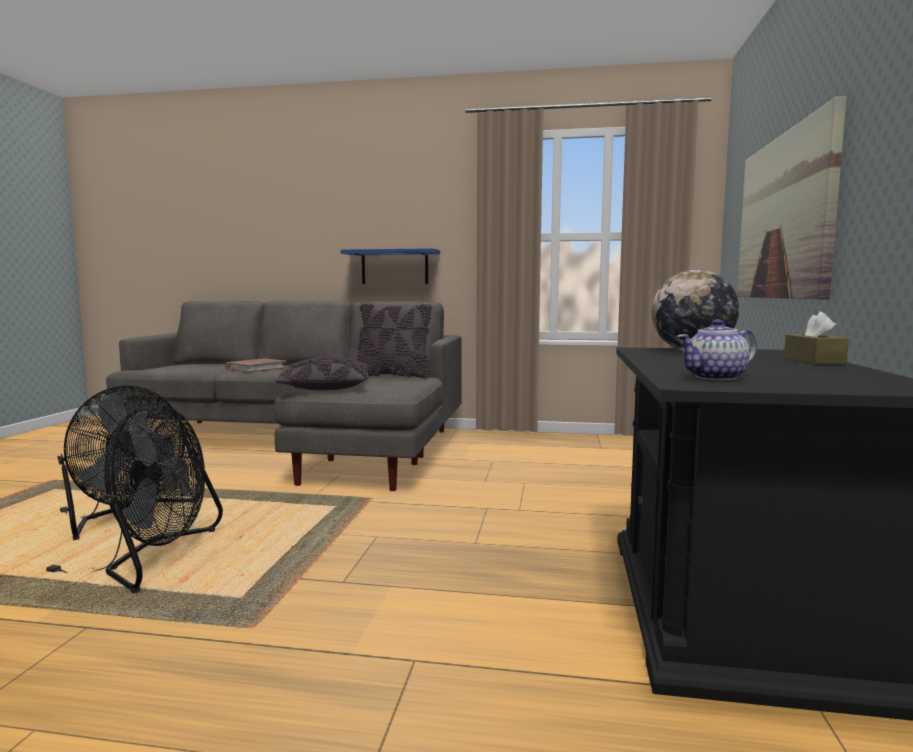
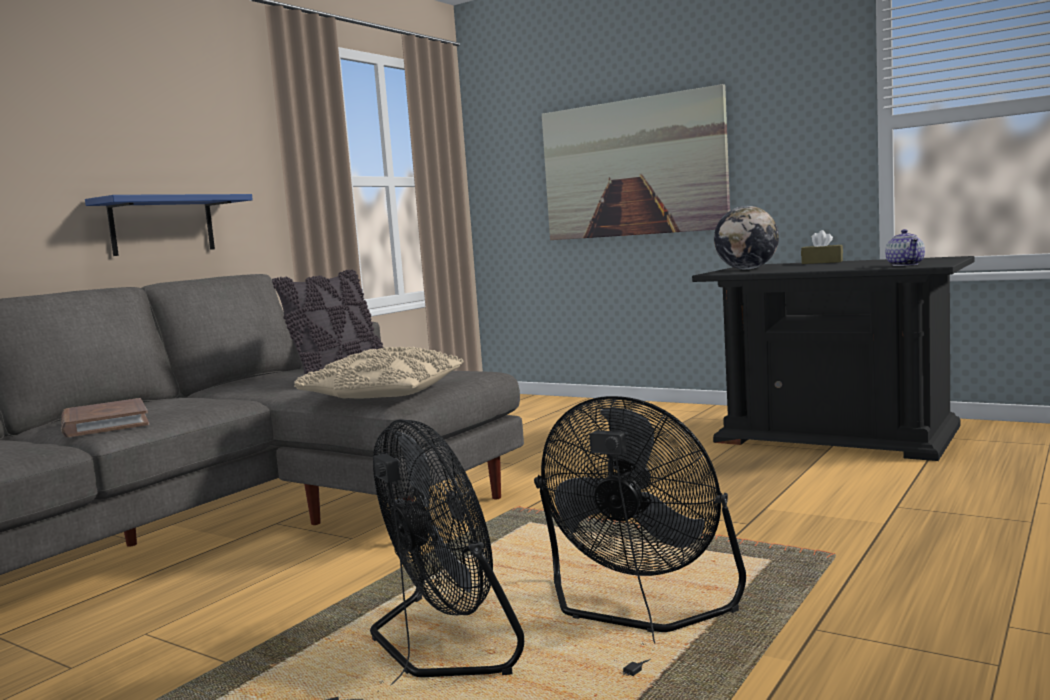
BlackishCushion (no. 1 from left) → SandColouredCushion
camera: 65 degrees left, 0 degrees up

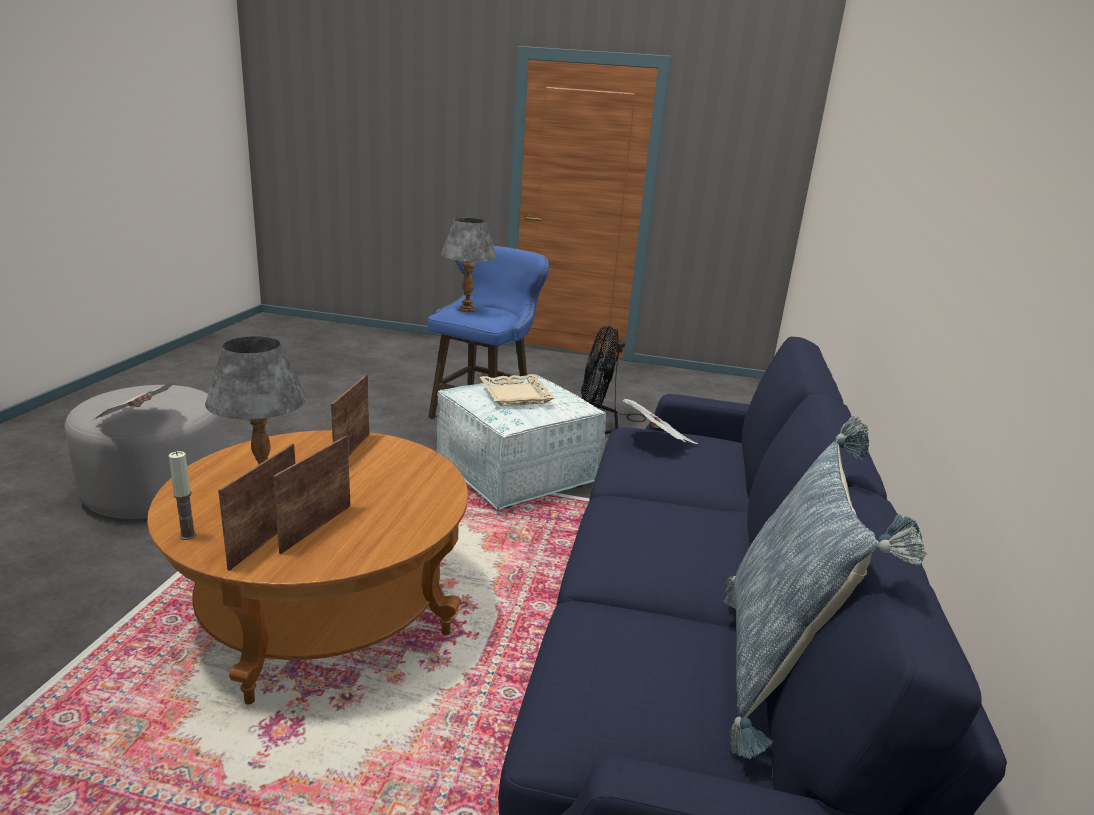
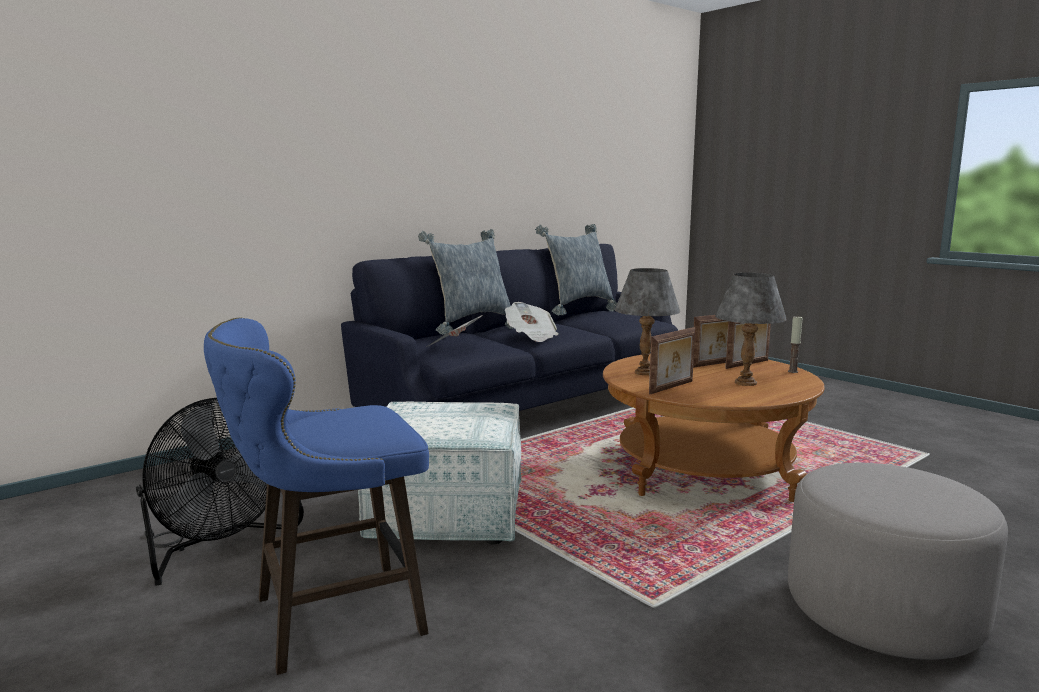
- → Cushion (no. 1 from left)
DailyPaper (no. 1 from left in the first image) → DailyPaper (no. 2 from left), shifted
GrayTabletopLamp (no. 2 from left in the first image) → GrayTabletopLamp (no. 1 from left), shifted
SandColouredCarryingTray → -
camera: 140 degrees left, 10 degrees down

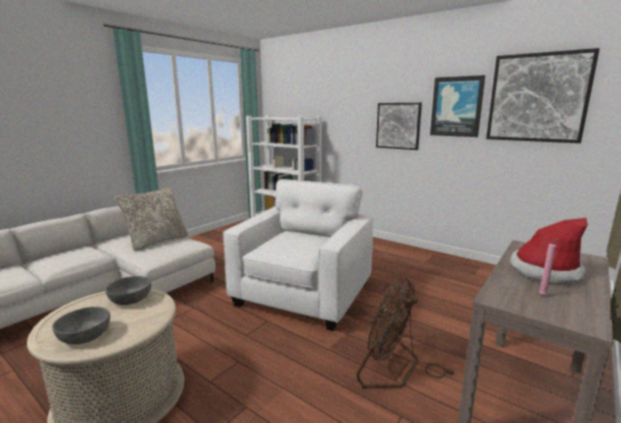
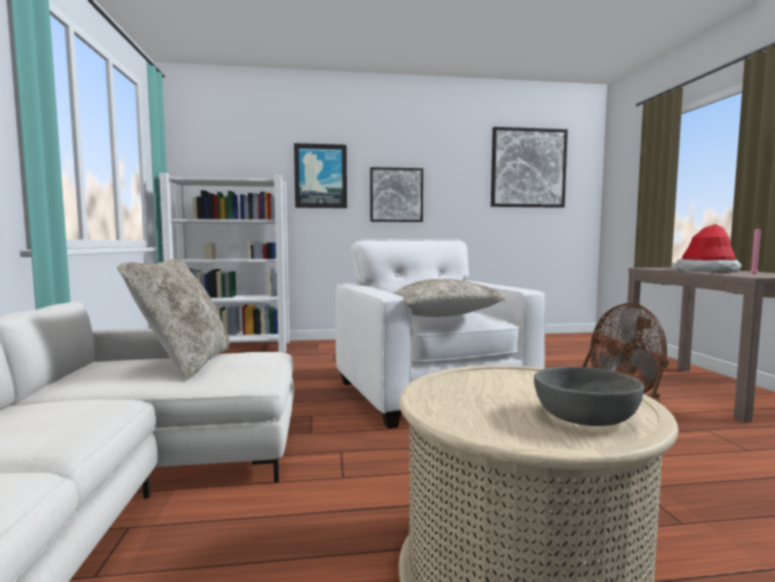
Picture (no. 2 from left in the first image) → Picture (no. 1 from left), shifted
- → SandColouredCushion (no. 2 from left)
GrayDeepDish (no. 2 from left) → -
camera: 45 degrees left, 10 degrees down

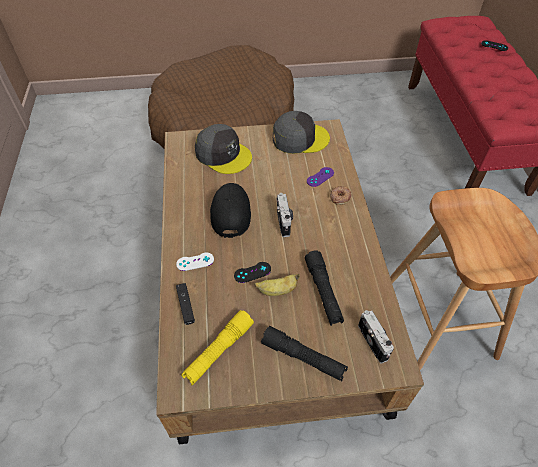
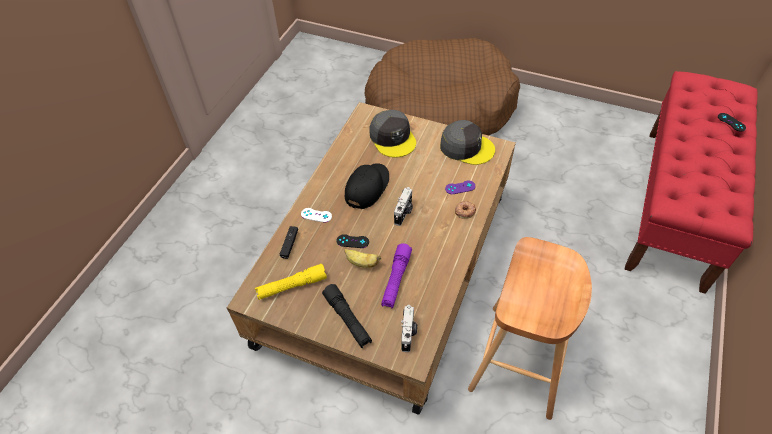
BlackishFlashlight (no. 2 from left) → PurplishFlashlight
camera: 30 degrees right, 0 degrees up

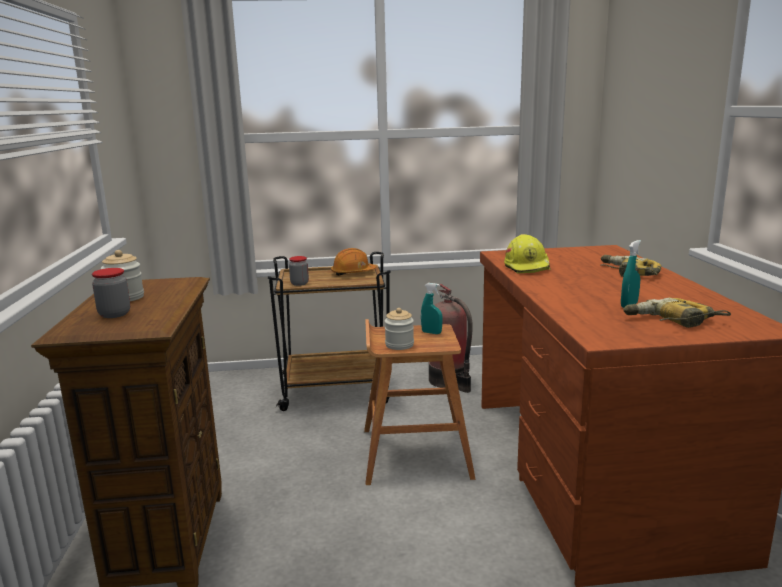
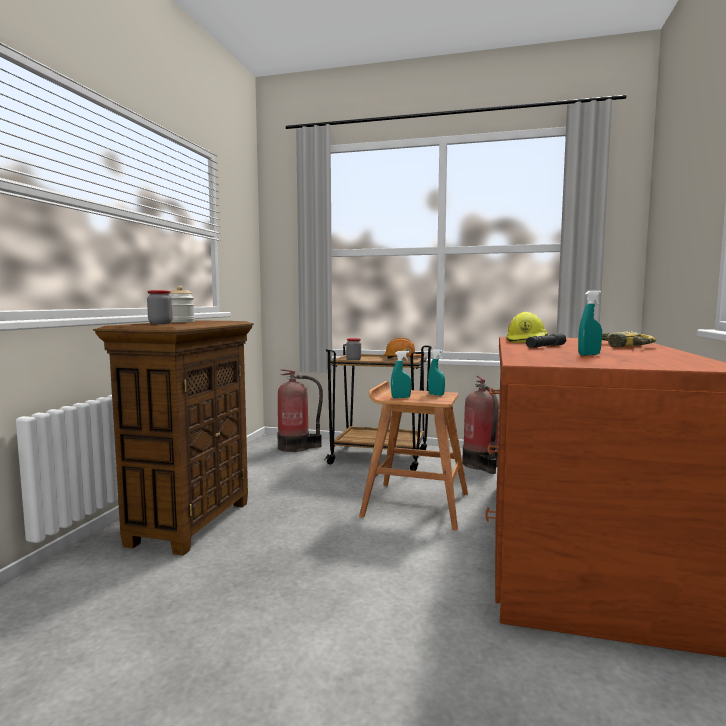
- → Extinguisher (no. 1 from left)
Jar (no. 4 from left) → TurquoiseColouredSprayer (no. 1 from left)
- → GrayFlashlight
ElectricDrill (no. 2 from left) → -
camera: 20 degrees right, 10 degrees down

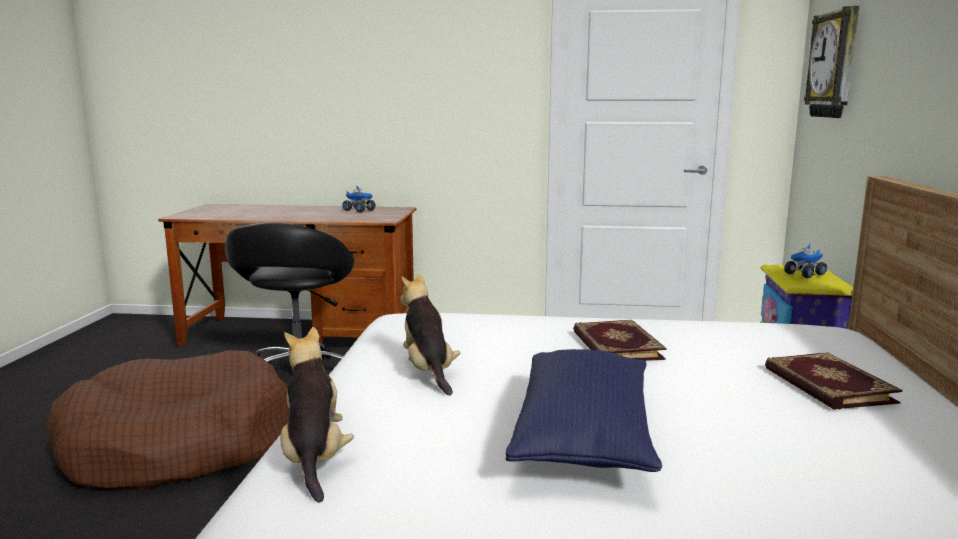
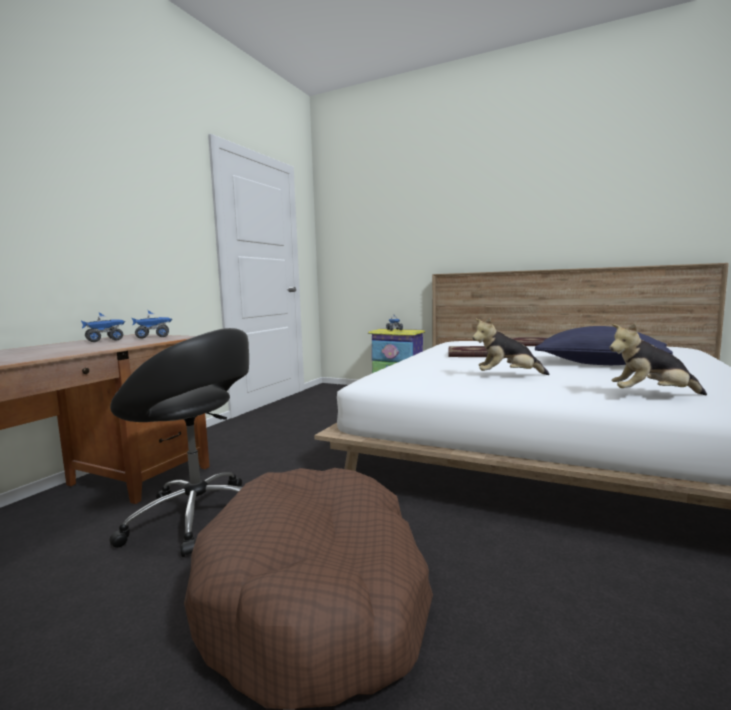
- → ToyLorry (no. 2 from left)
ClockOnTheWall → -
camera: 70 degrees left, 5 degrees down

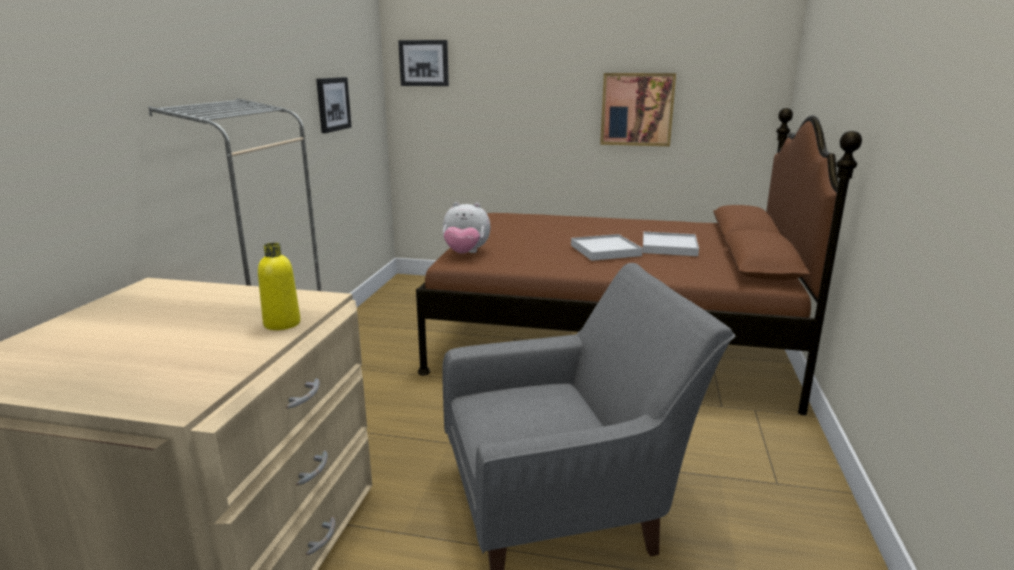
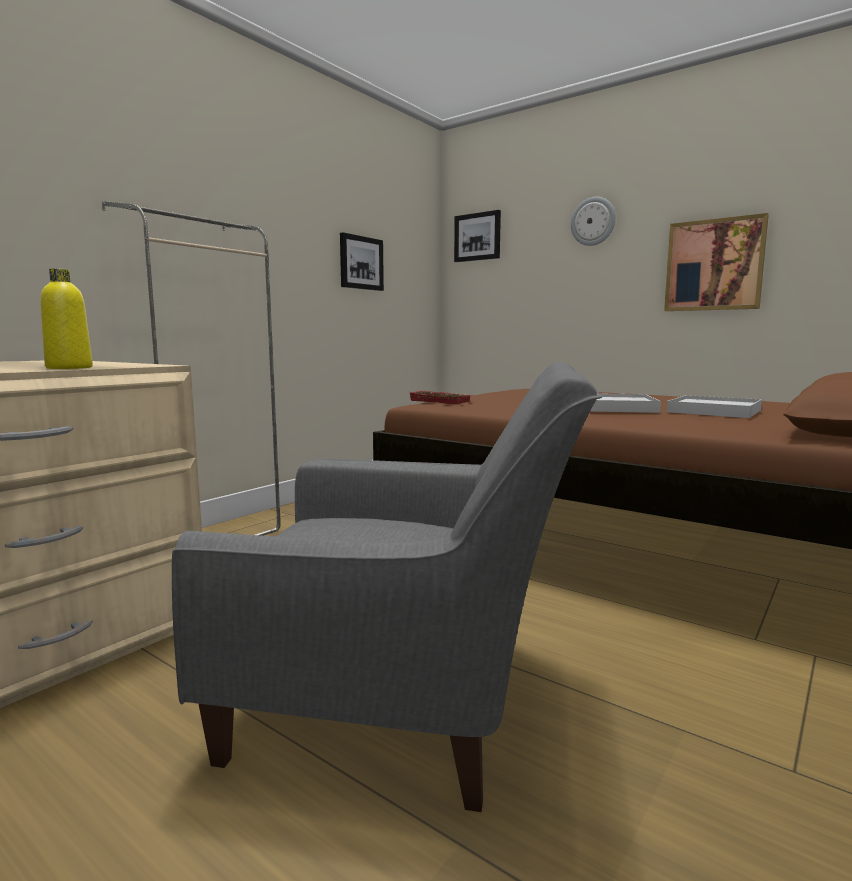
SoftToy → RedColouredCarryingTray
- → ClockOnTheWall
camera: 25 degrees right, 10 degrees down

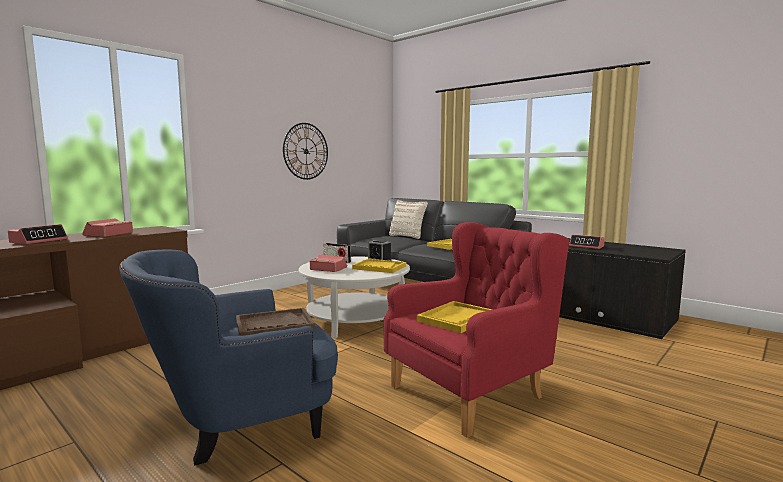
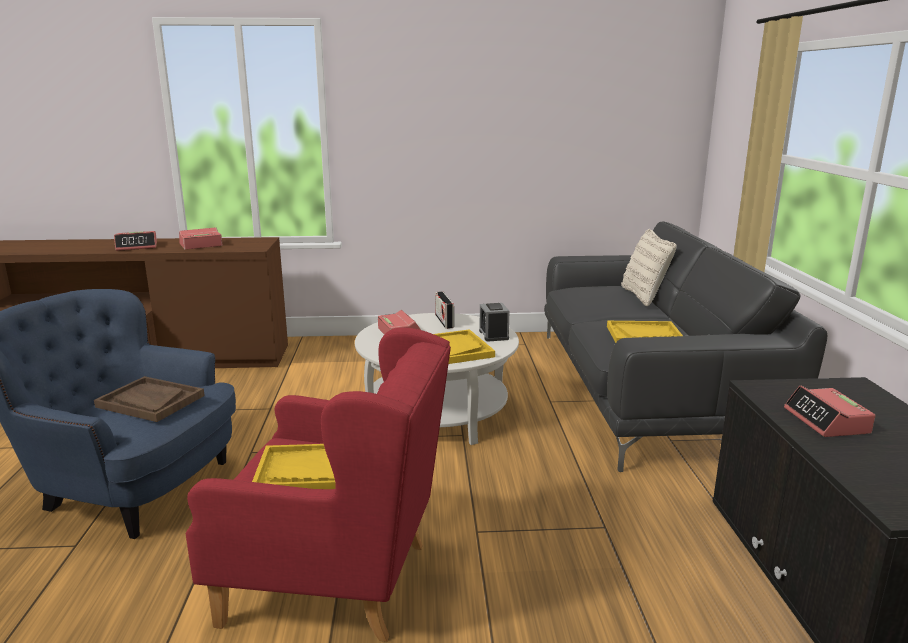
ClockOnTheWall → -
camera: 45 degrees right, 10 degrees up

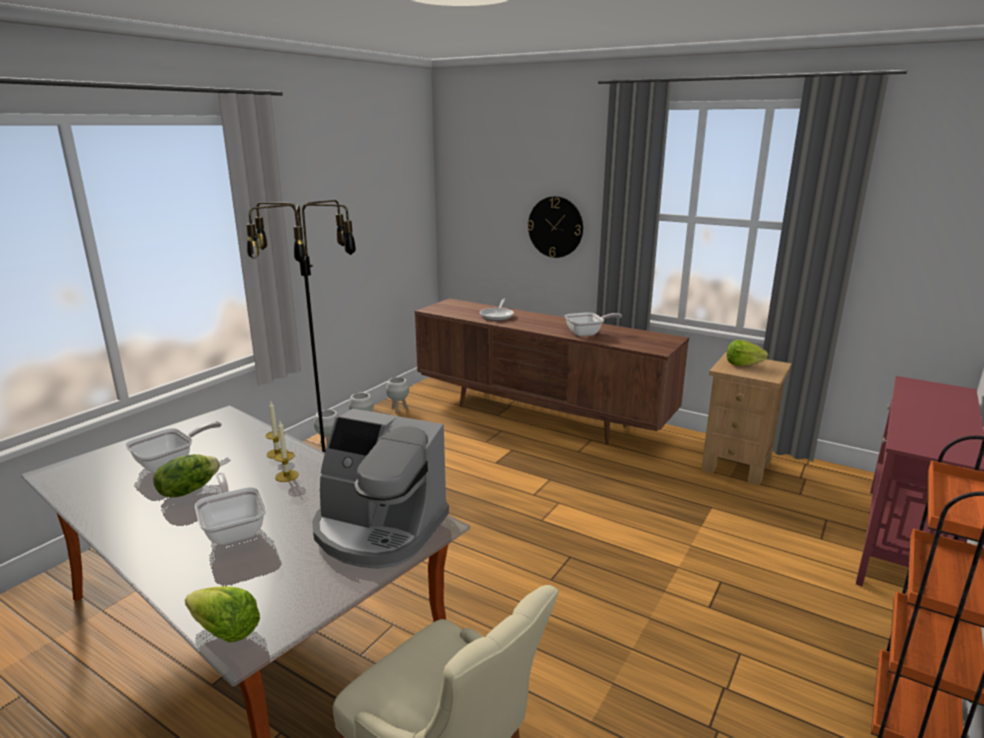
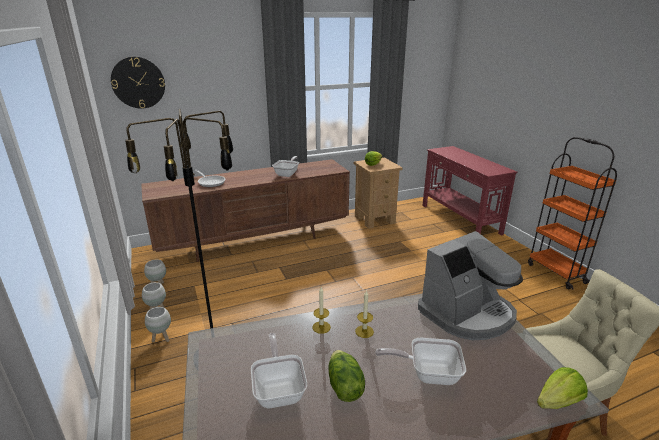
ClockOnTheWall, shifted
camera: 55 degrees left, 5 degrees up

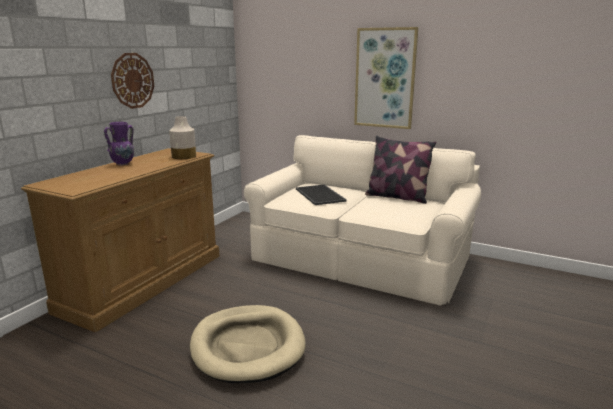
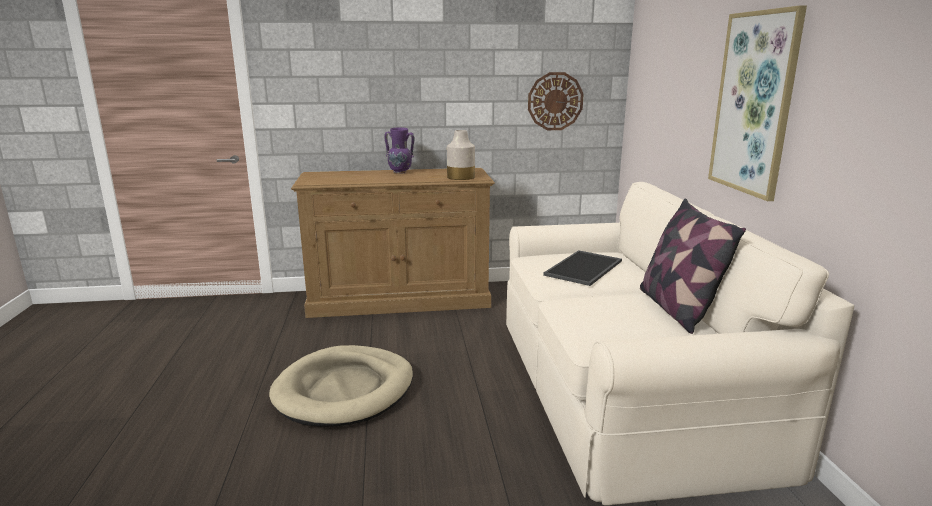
ClockOnTheWall, shifted
camera: 55 degrees right, 0 degrees up

